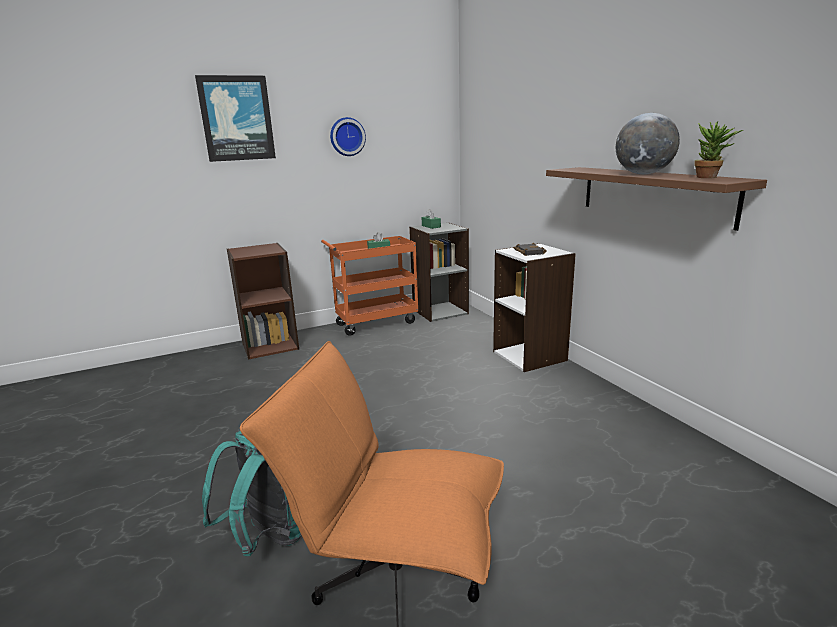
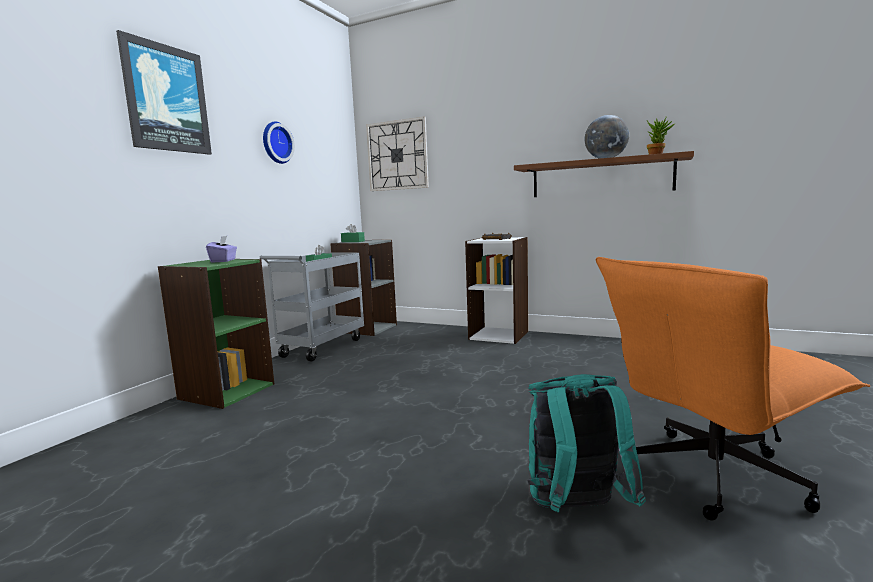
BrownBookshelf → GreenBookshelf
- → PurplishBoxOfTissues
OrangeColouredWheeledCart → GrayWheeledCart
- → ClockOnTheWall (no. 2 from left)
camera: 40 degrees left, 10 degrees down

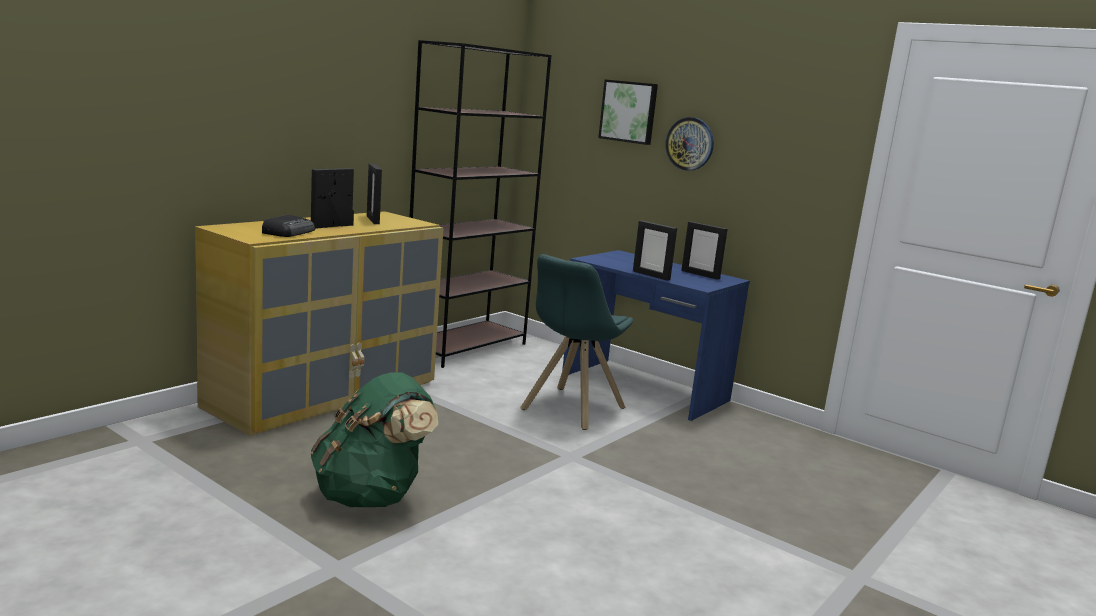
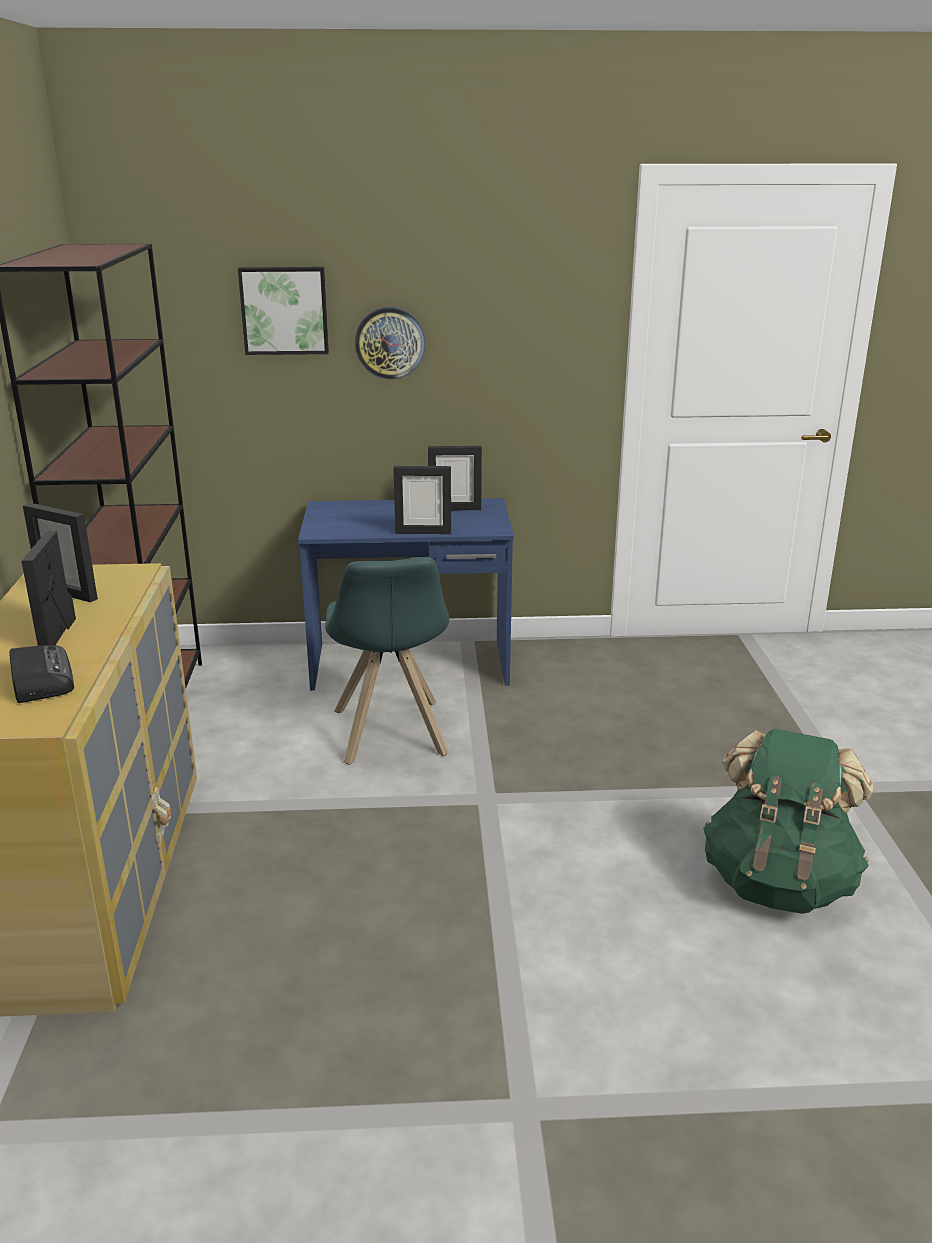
GreenBackpack, shifted
camera: 40 degrees left, 10 degrees up

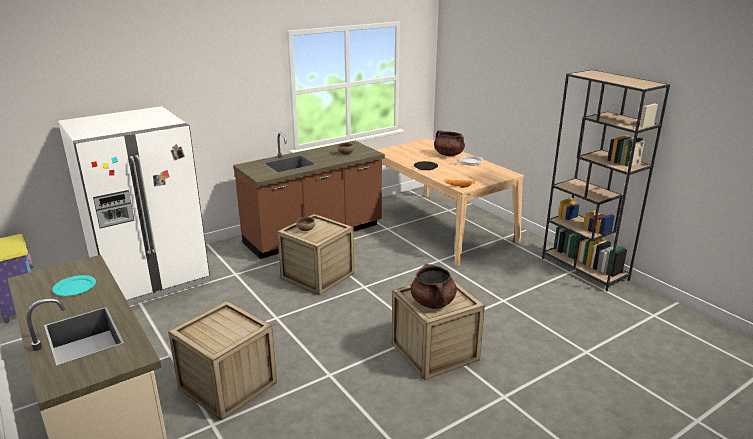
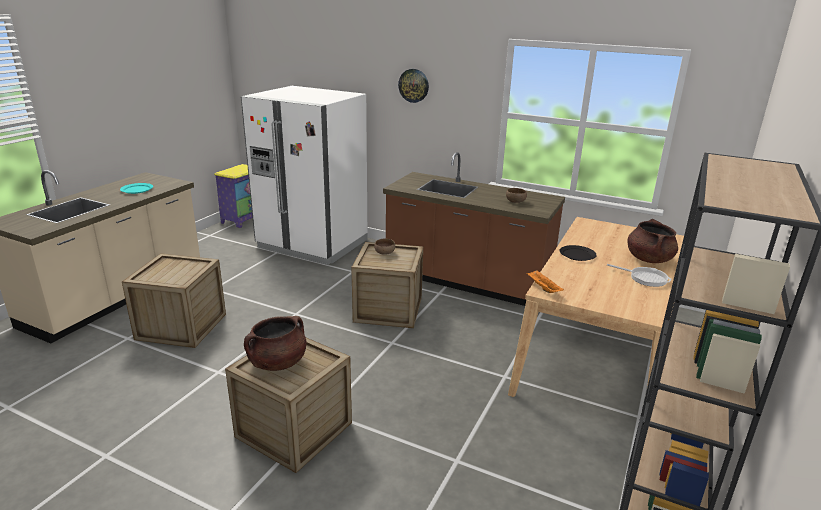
- → ClockOnTheWall
camera: 60 degrees right, 0 degrees up

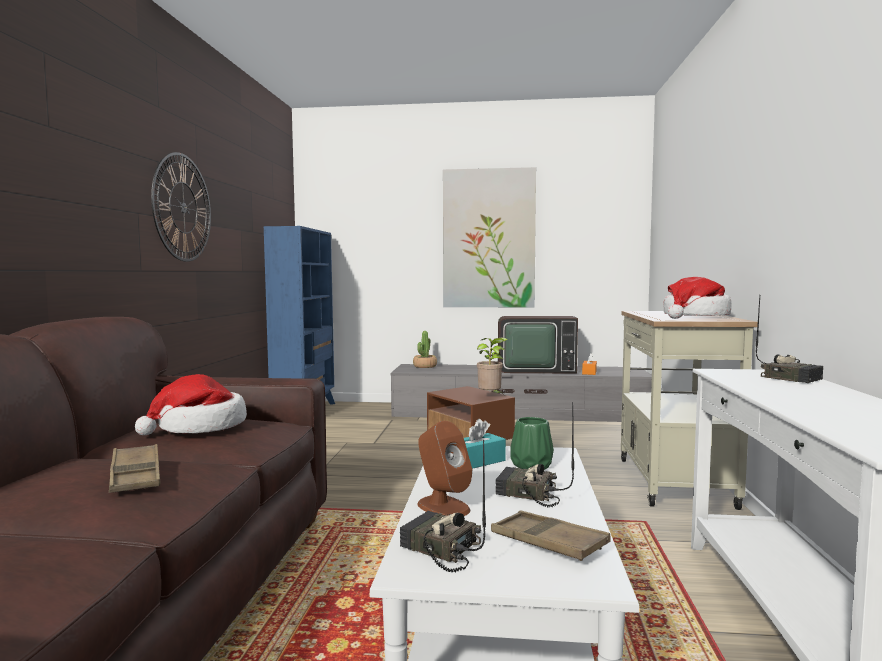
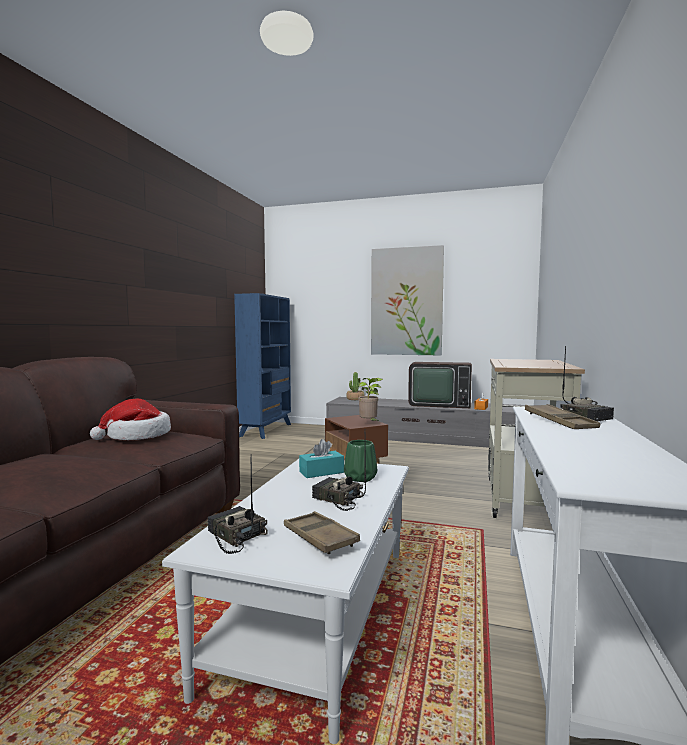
BrownCarryingTray (no. 1 from left in the first image) → BrownCarryingTray (no. 2 from left), shifted
ClockOnTheWall → -
BrownLoudspeaker → -
ClothingHat (no. 2 from left) → -
camera: 10 degrees right, 0 degrees up

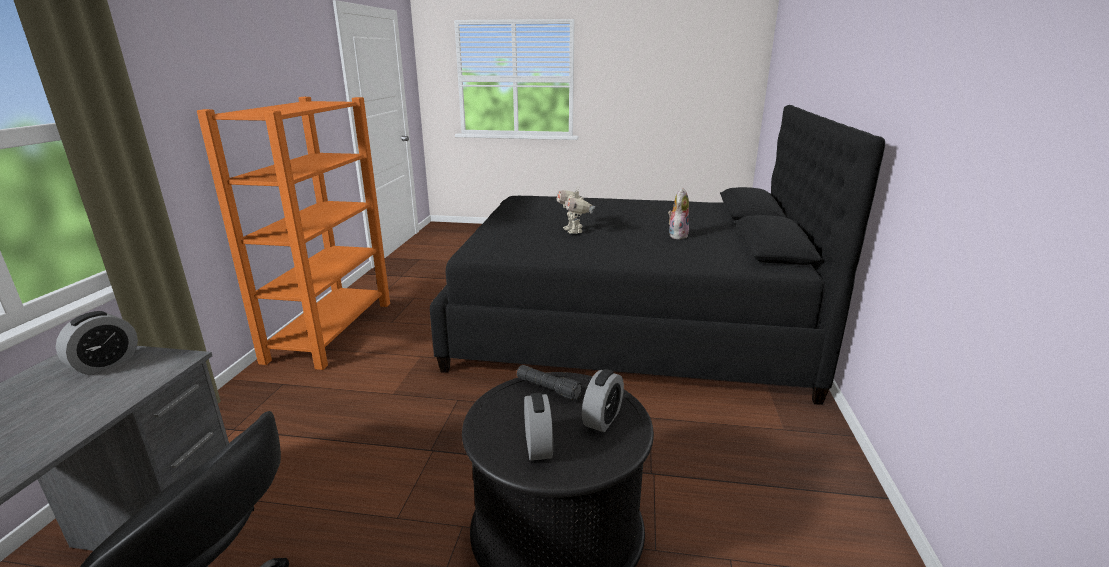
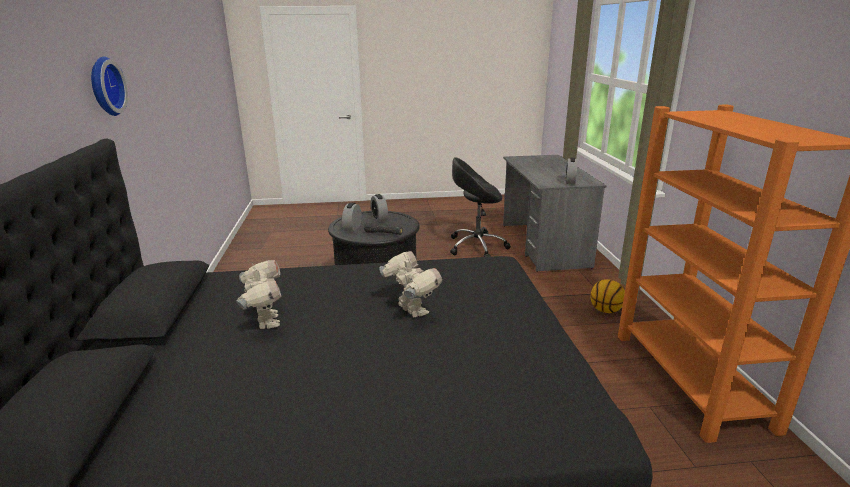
- → ClockOnTheWall
SoftToy → RobotFigure (no. 1 from left)
- → Basketball
camera: 165 degrees right, 0 degrees up

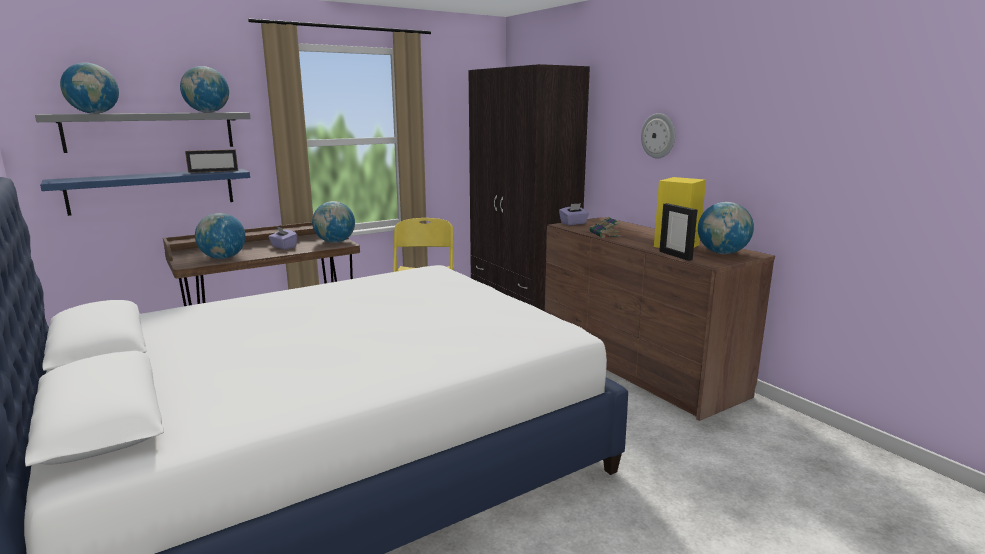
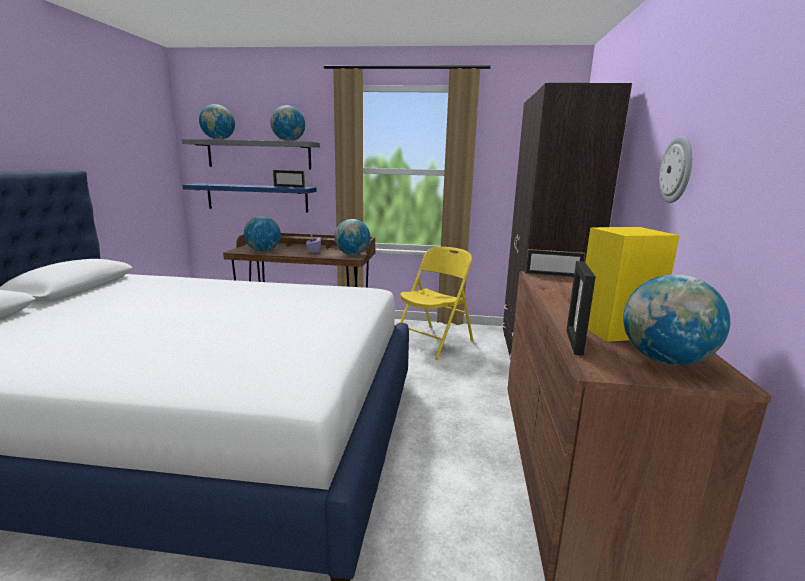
PurplishBoxOfTissues (no. 2 from left) → PhotoFrame (no. 2 from left)
Book → -
camera: 40 degrees right, 0 degrees up

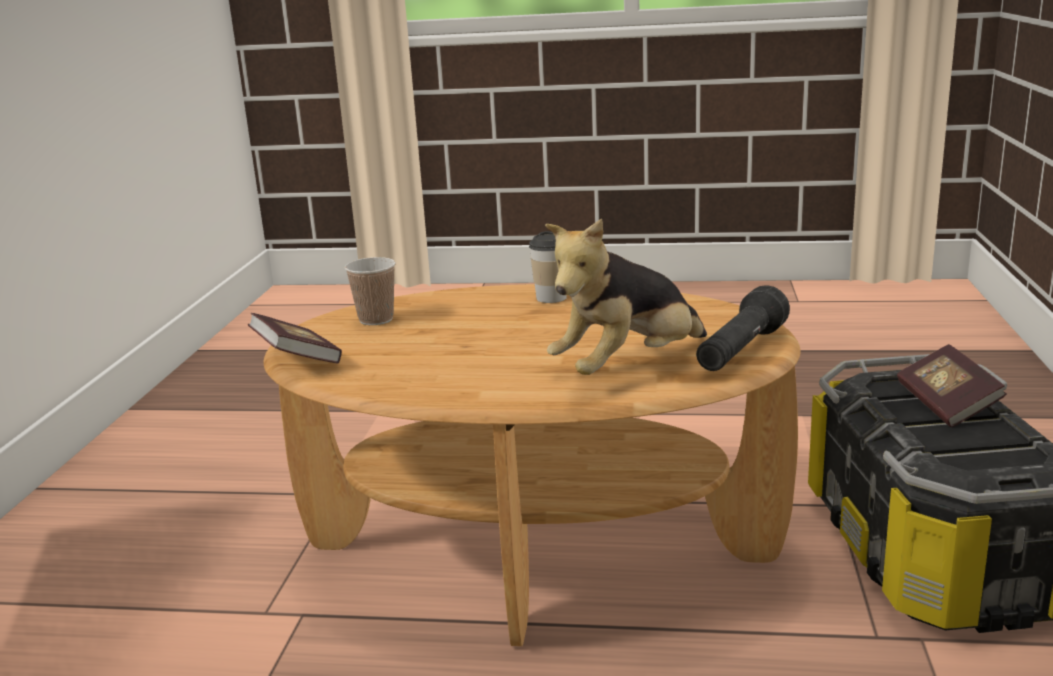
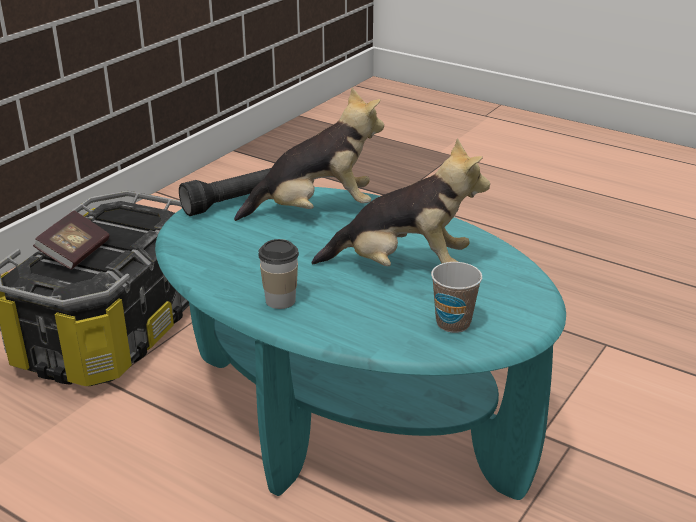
BrownCoffeeTable → TurquoiseColouredCoffeeTable
- → SoftToy (no. 2 from left)
Book (no. 1 from left) → -
camera: 155 degrees left, 10 degrees up

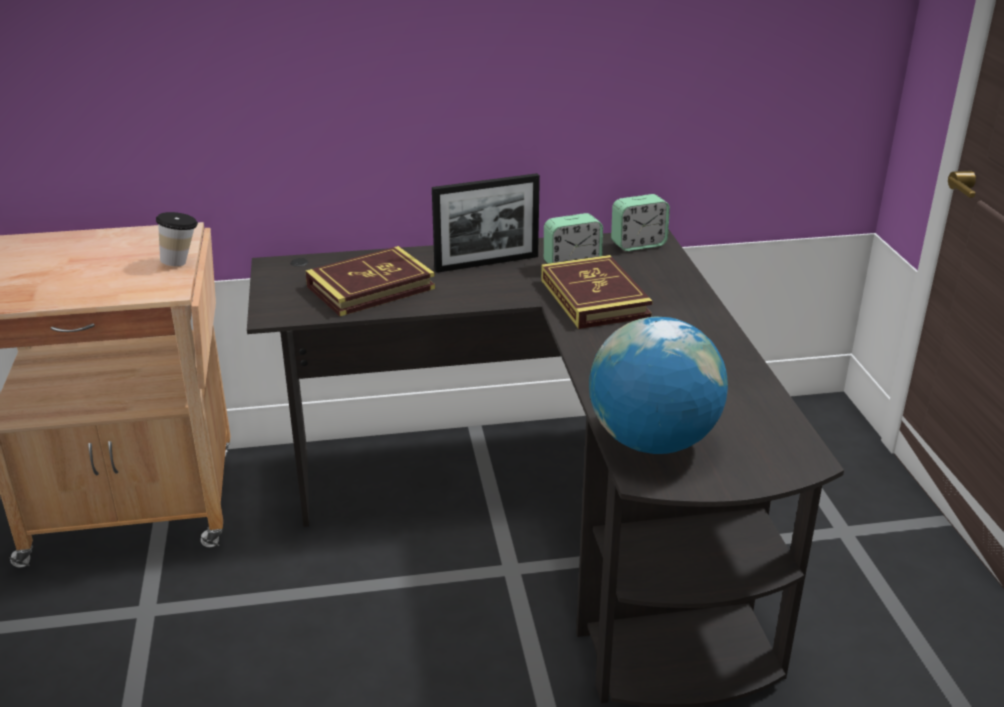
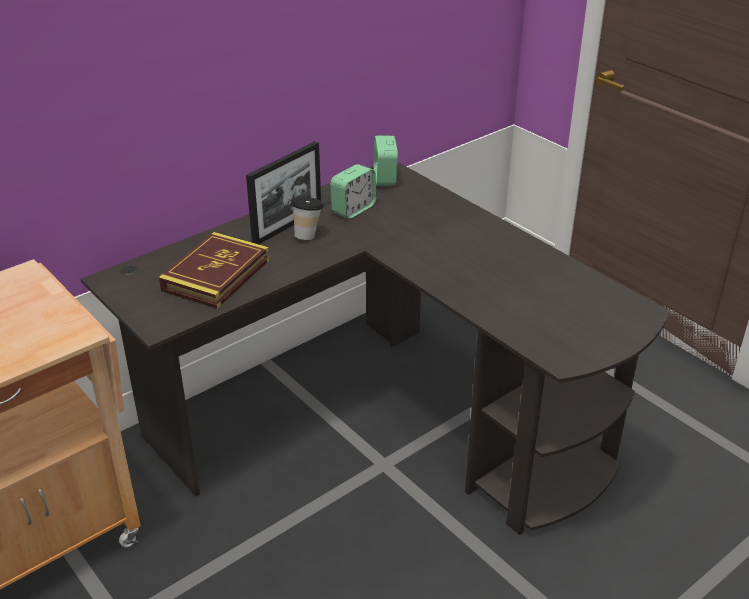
SmallCup, shifted
BedsideClock (no. 2 from left), 135 degrees clockwise
Book (no. 2 from left) → -
WorldGlobe → -
camera: 30 degrees left, 5 degrees up

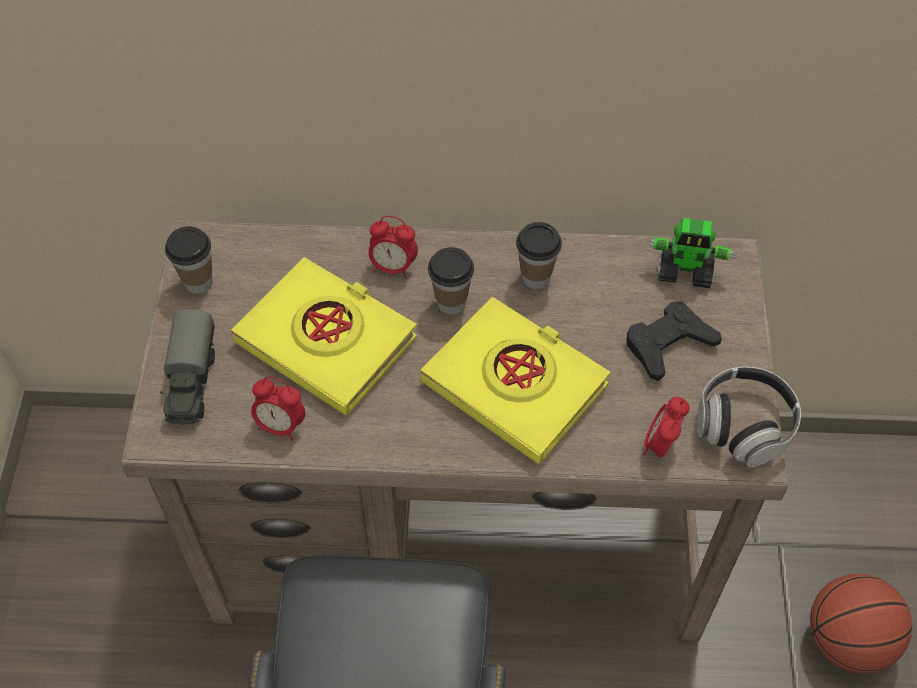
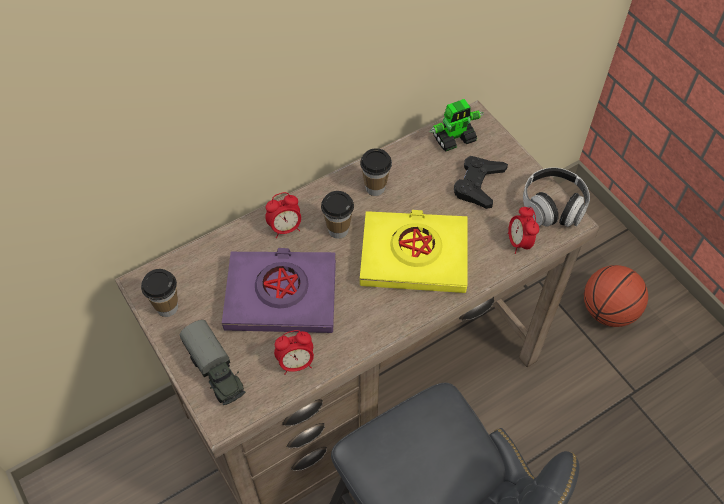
YellowColouredBook (no. 1 from left) → PurplishBook
camera: 35 degrees left, 0 degrees up

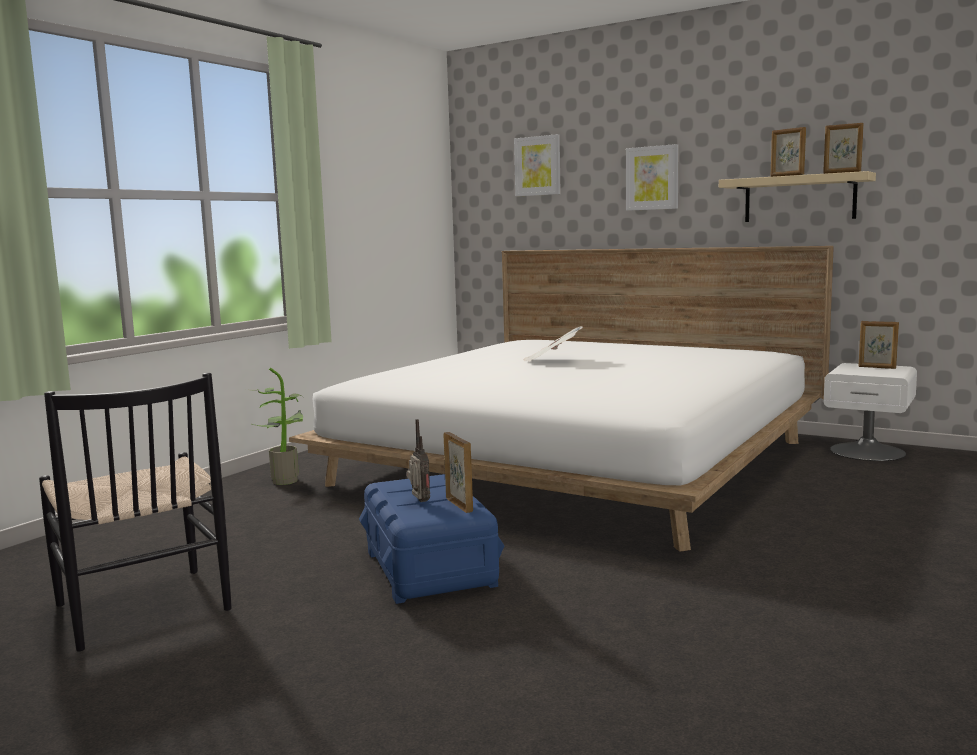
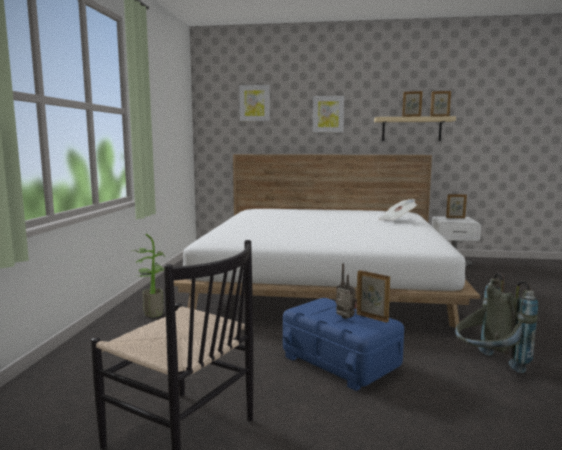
DailyPaper, shifted
- → GrayBackpack
camera: 25 degrees left, 0 degrees up

